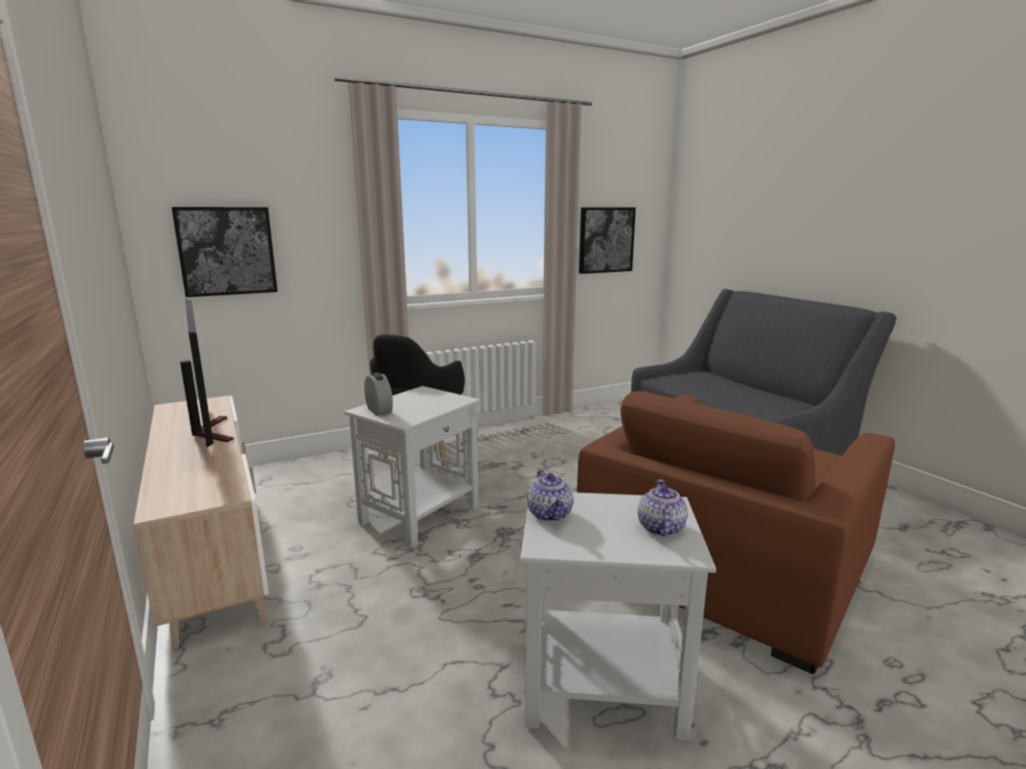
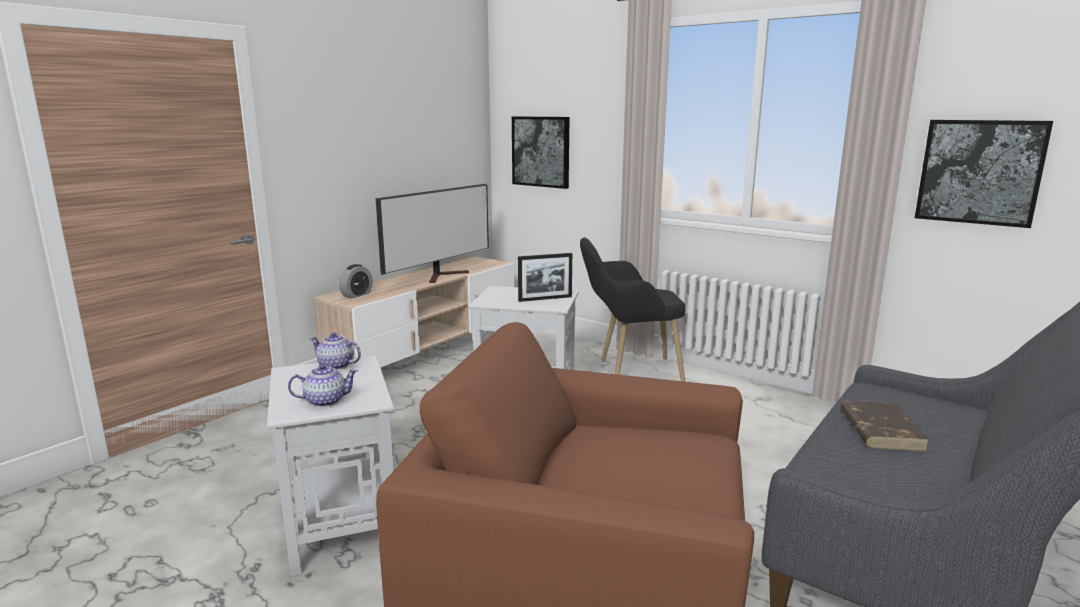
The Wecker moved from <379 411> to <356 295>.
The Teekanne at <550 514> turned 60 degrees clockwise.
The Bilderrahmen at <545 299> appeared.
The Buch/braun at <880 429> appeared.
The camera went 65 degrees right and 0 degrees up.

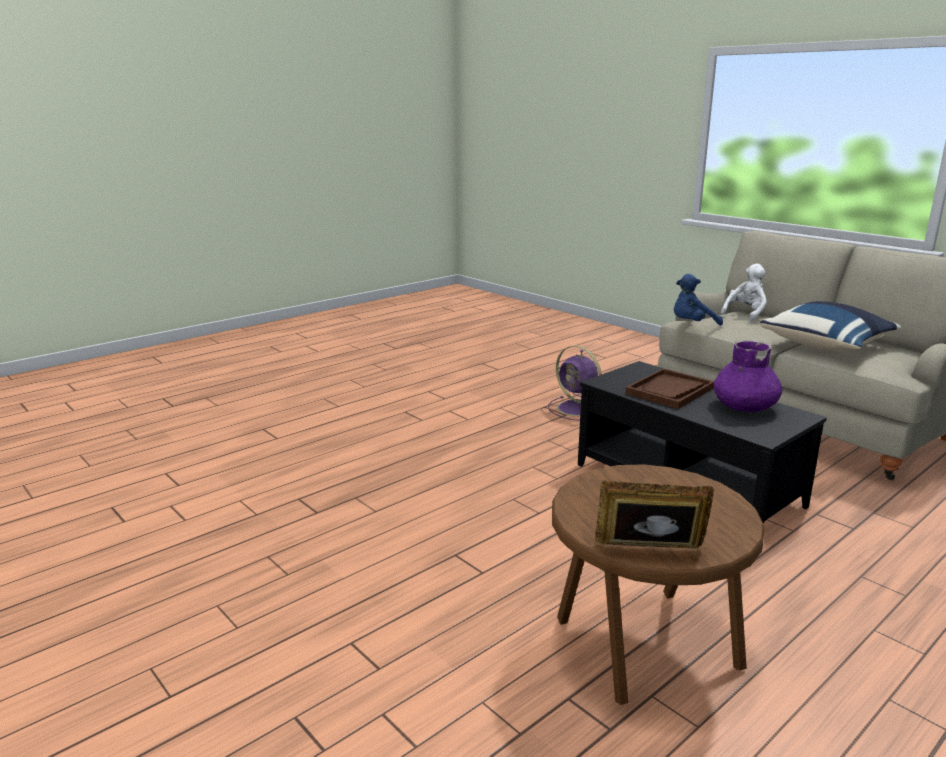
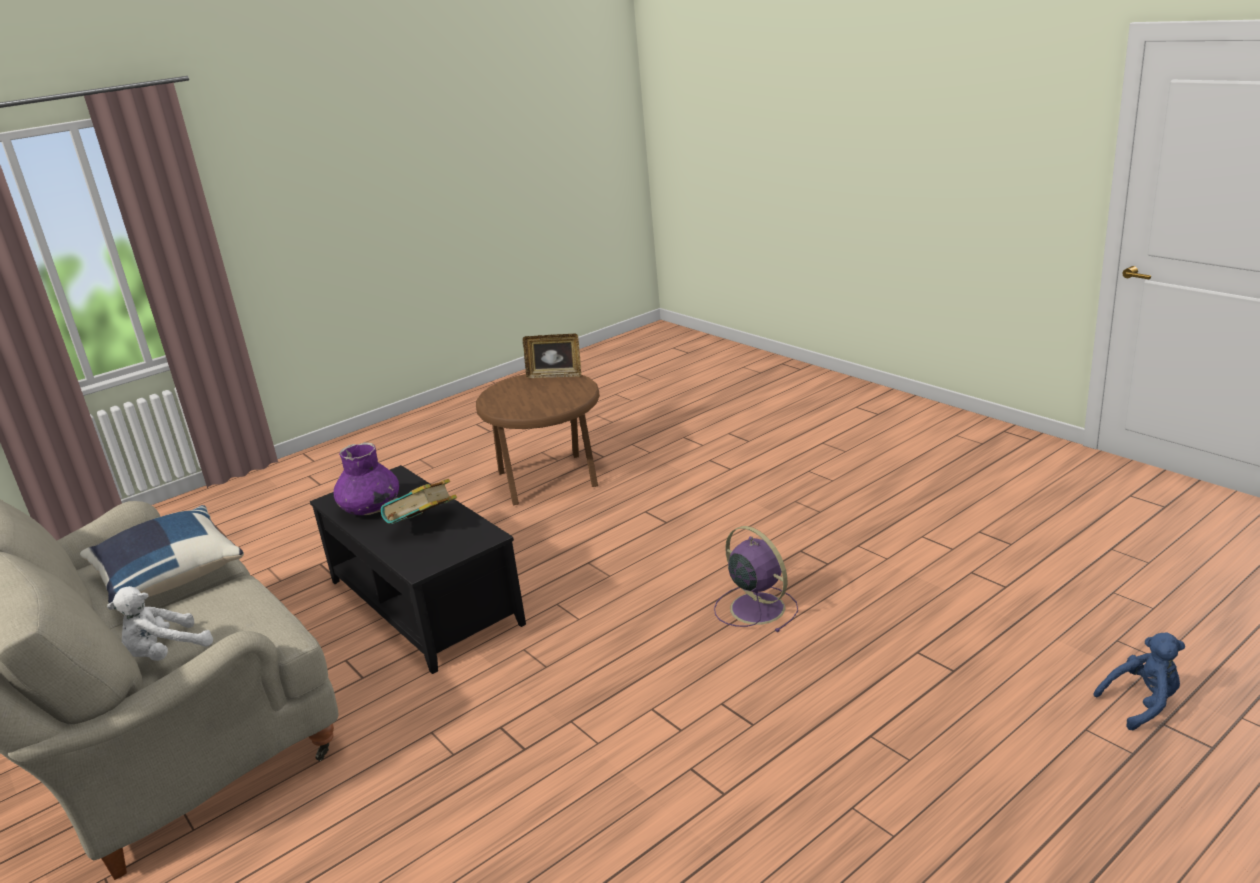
The Plüschtier/blau moved from <692 324> to <1142 704>.
The Ventilator/lila moved from <578 409> to <755 607>.
The Tablett/braun at <670 391> was replaced by the Buch at <423 526>.
The camera went 175 degrees left and 5 degrees up.

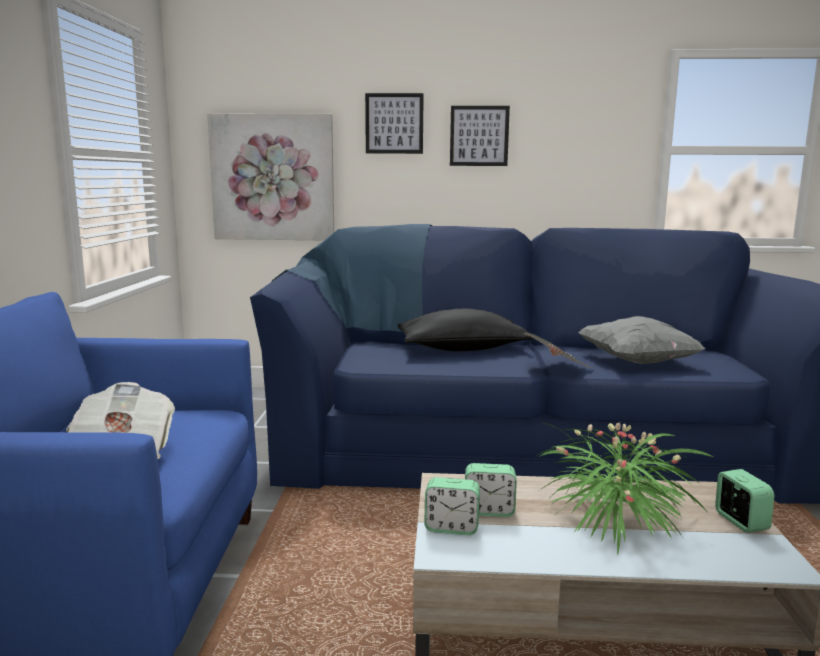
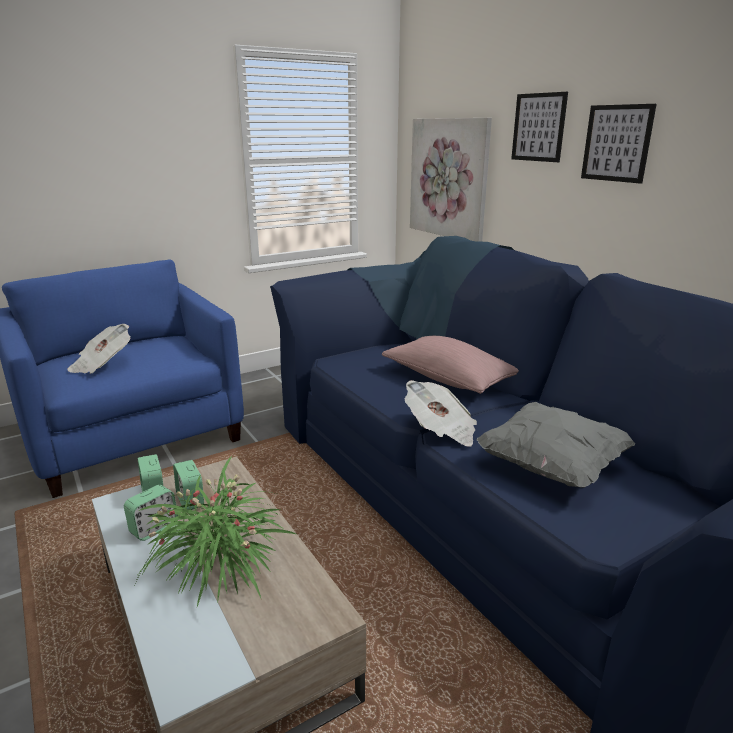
The Kissen/schwarz at <462 349> became the Kissen/rosa at <448 379>.
The Wecker moved from <740 522> to <154 528>.
The camera went 55 degrees right and 10 degrees up.

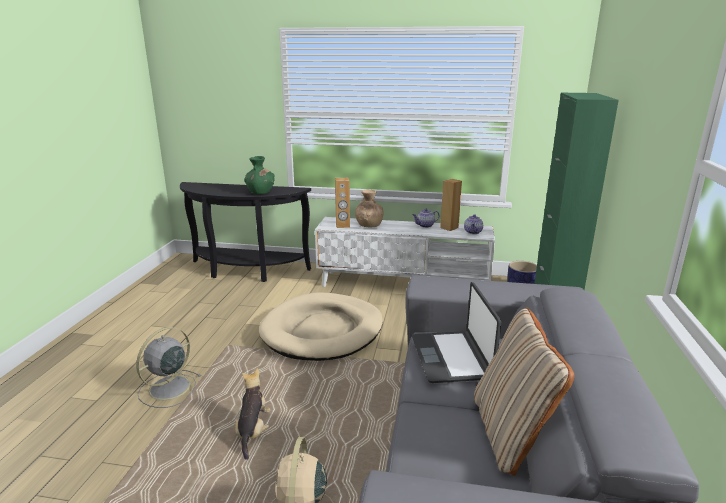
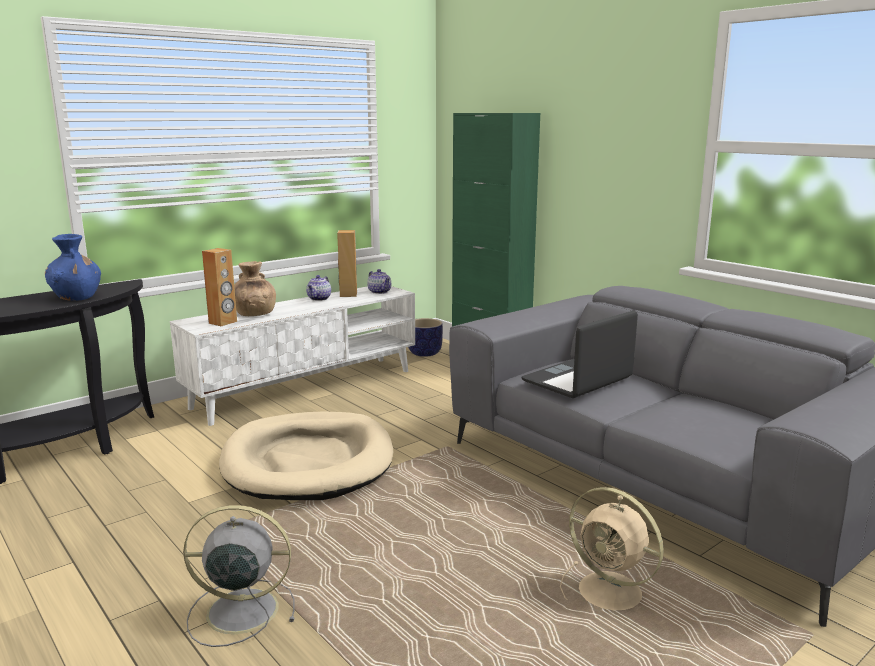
The Vase/grün at <260 192> became the Vase/blau at <77 297>.
The Laptop at <452 357> turned 105 degrees clockwise.
The Kissen/beige at <510 432> disappeared.
The Ventilator/grau at <168 389> turned 105 degrees clockwise.
The Plüschtier at <253 431> disappeared.
The camera went 50 degrees left and 5 degrees down.

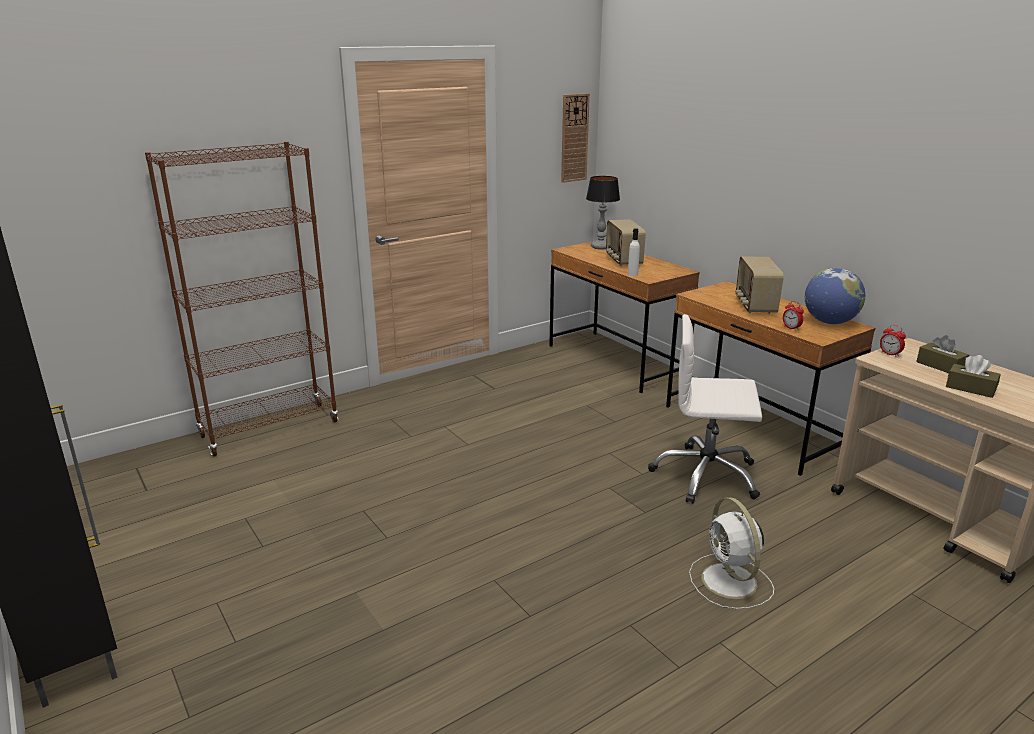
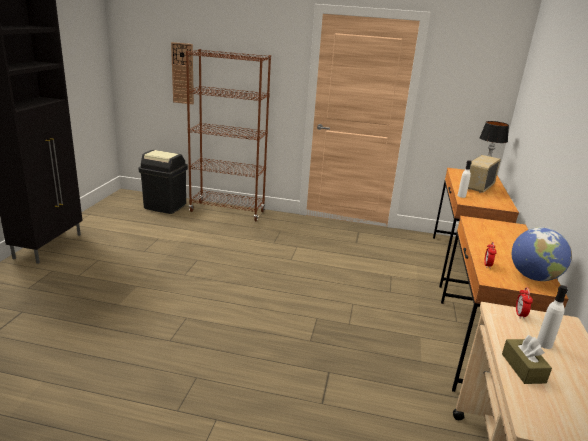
The Wanduhr moved from <574 138> to <183 73>.
The Radio at <754 306> disappeared.
The Bürostuhl/weiß at <705 476> disappeared.
The Taschentuchbox/braun at <940 366> was replaced by the Flasche/weiß at <544 344>.
The Ventilator/weiß at <730 582> disappeared.
The Mülleimer/schwarz at <165 206> appeared.
The camera went 45 degrees right and 0 degrees up.

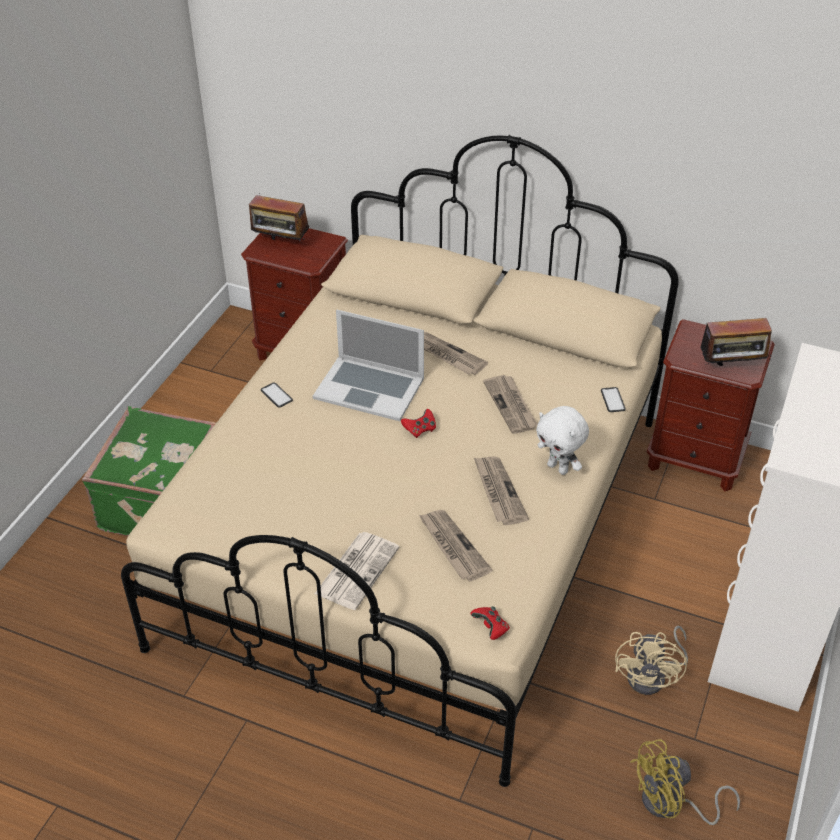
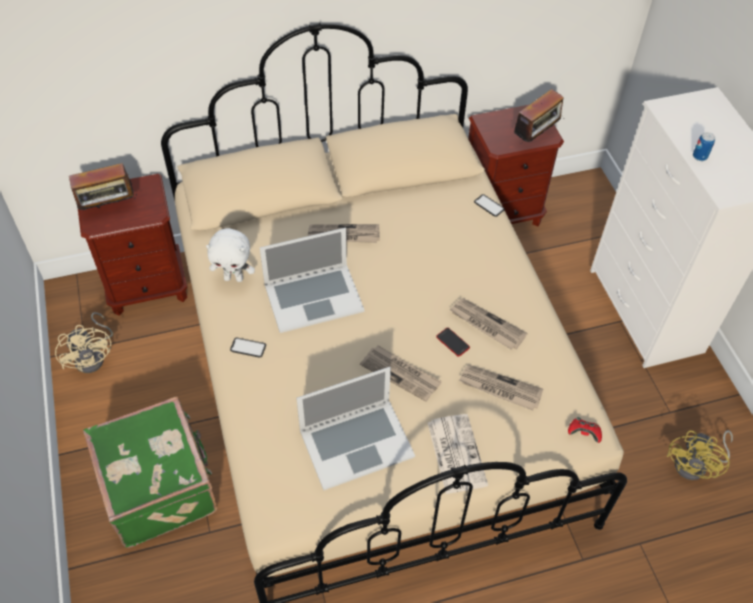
The Zeitung moved from <511 406> to <401 374>.
The Plüschtier/weiß moved from <558 468> to <234 278>.
The Gamepad/rot at <420 430> disappeared.
The Ventilator/beige moved from <652 676> to <93 356>.
The Dose at <699 156> appeared.
The Handy at <452 342> appeared.
The Laptop at <356 443> appeared.
The camera went 40 degrees left and 10 degrees up.

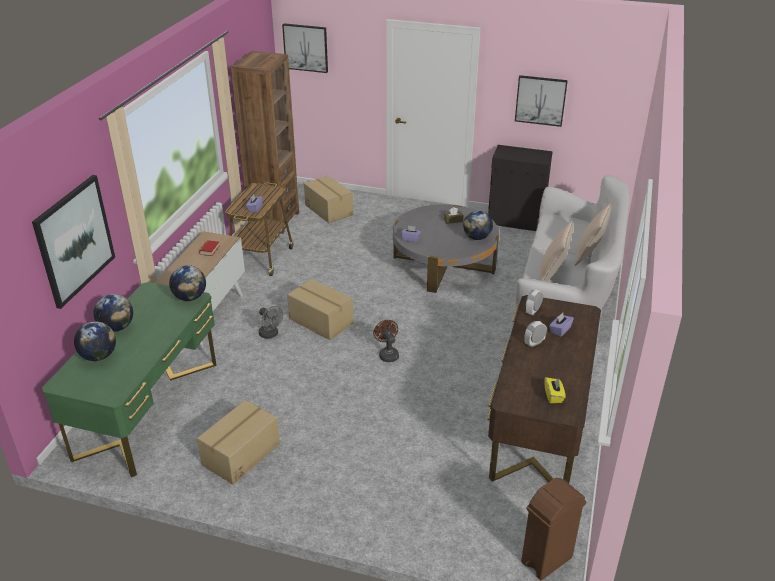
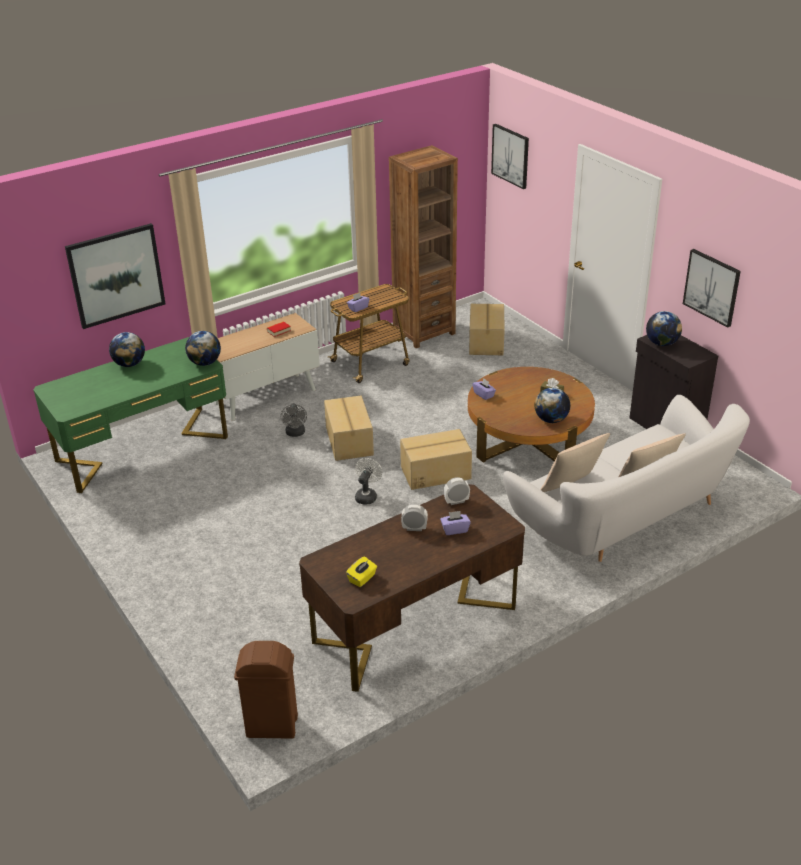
The Couchtisch/grau at <444 263> became the Couchtisch/braun at <528 438>.
The Ventilator/braun at <387 354> became the Ventilator/weiß at <367 496>.
The Globus moved from <99 356> to <661 343>.
The Karton moved from <240 454> to <435 472>.
The camera went 40 degrees right and 0 degrees up.

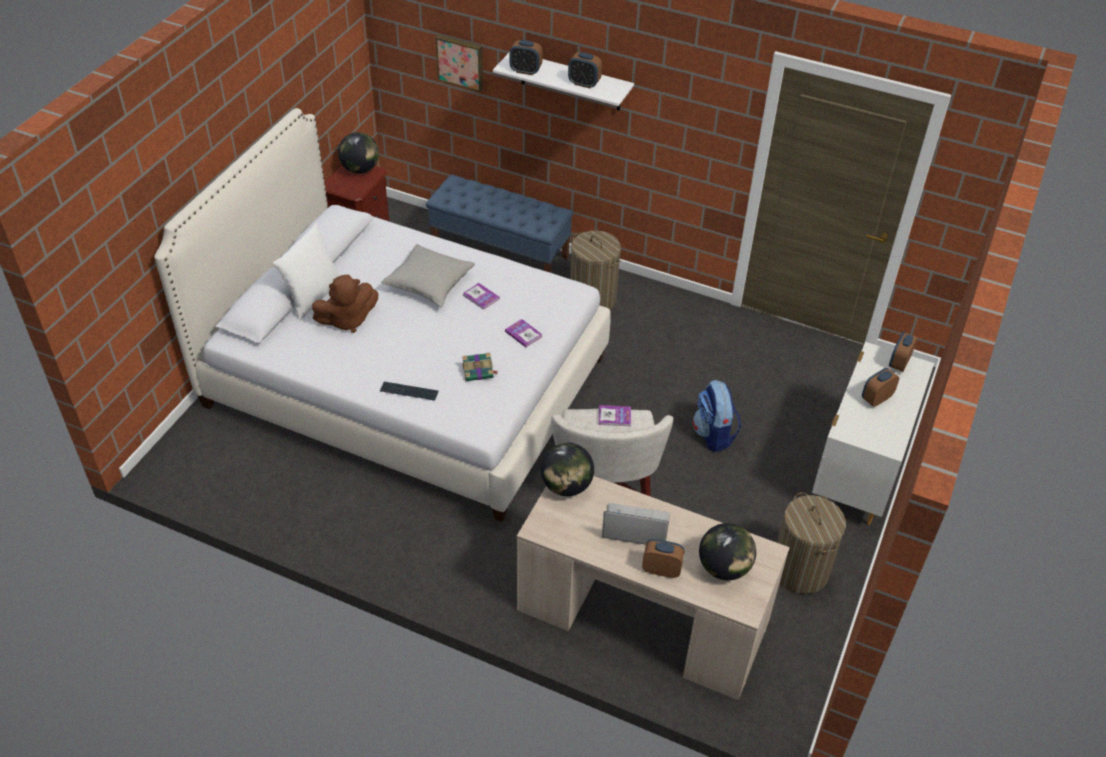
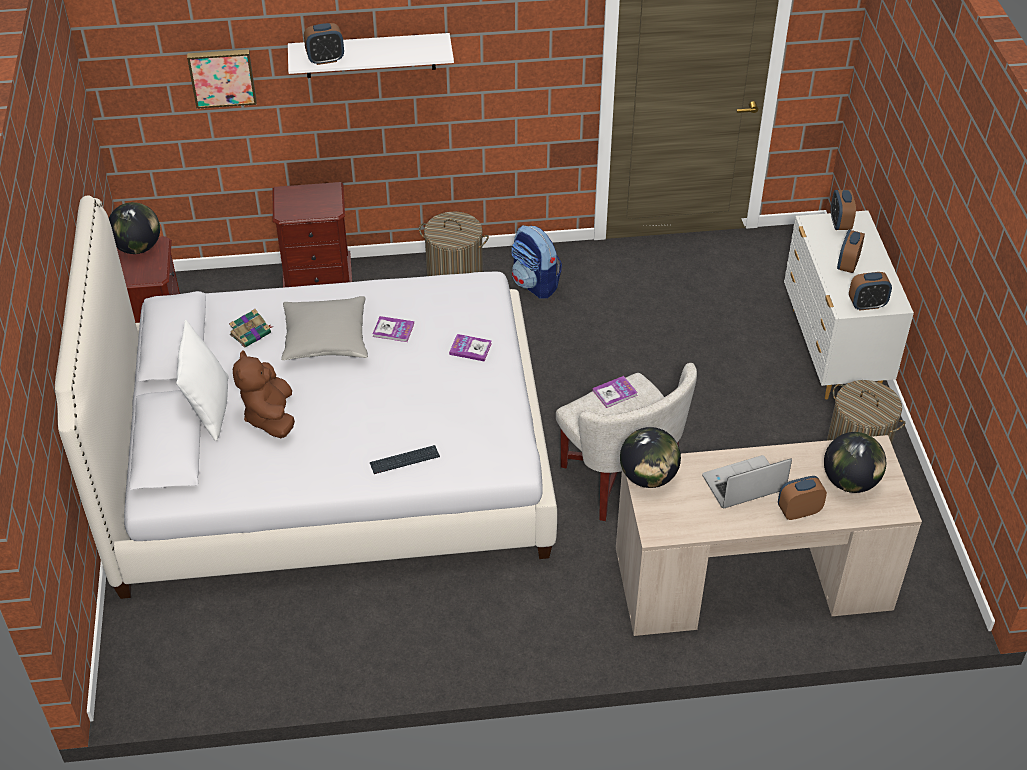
The Wecker moved from <584 83> to <867 305>.
The Bank/blau at <500 253> was replaced by the Nachttisch/braun at <319 284>.
The Plüschtier/braun at <347 320> turned 135 degrees clockwise.
The Buch moved from <479 371> to <251 333>.
The Rucksack moved from <714 435> to <535 284>.
The camera went 30 degrees left and 0 degrees up.

